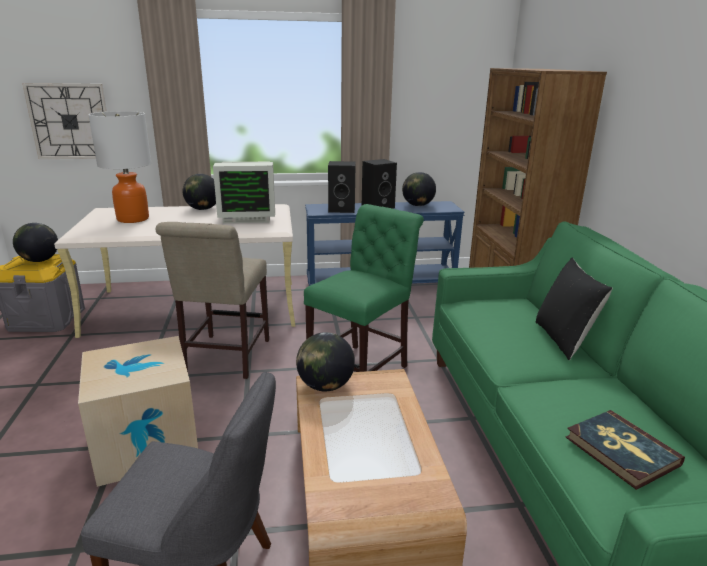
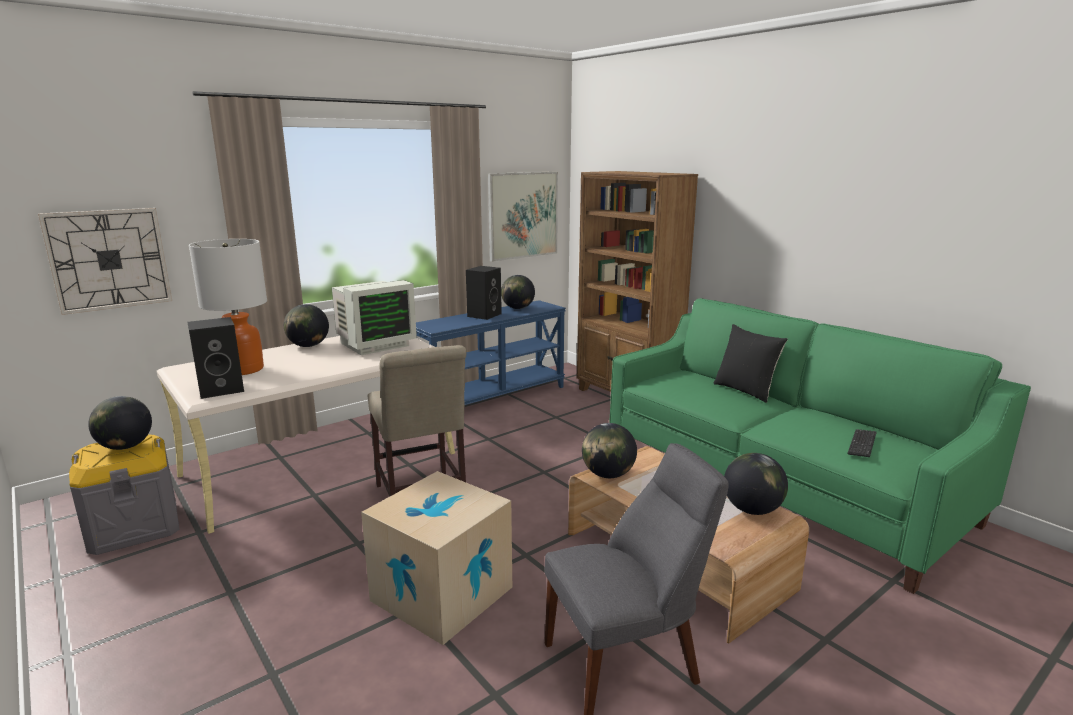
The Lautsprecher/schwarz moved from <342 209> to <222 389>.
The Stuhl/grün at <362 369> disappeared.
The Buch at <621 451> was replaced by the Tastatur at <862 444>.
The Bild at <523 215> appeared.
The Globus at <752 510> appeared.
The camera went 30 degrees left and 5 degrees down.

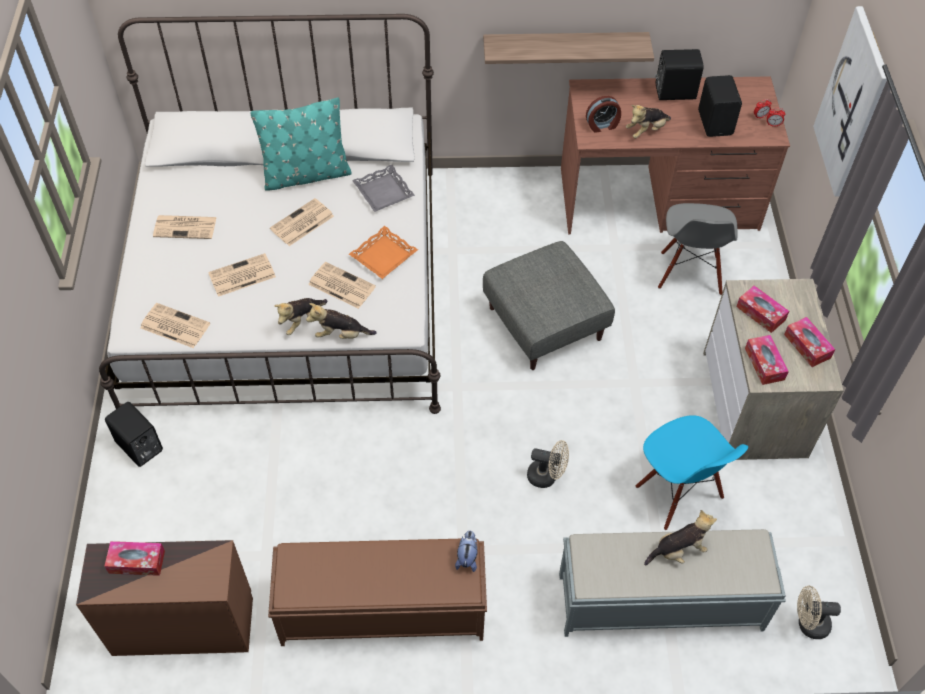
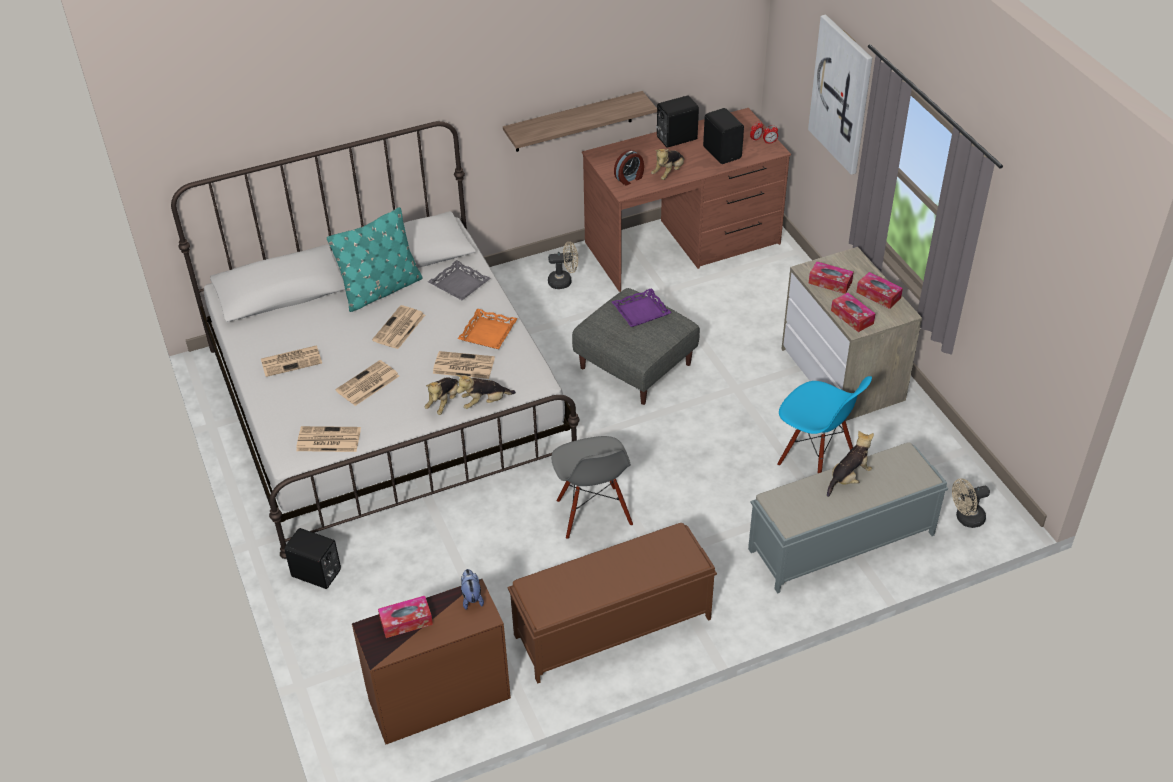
The Stuhl/grau moved from <689 273> to <593 513>.
The Ventilator/beige moved from <547 476> to <564 281>.
The Plüschtier moved from <467 557> to <471 597>.
The Tablett/lila at <641 311> appeared.
The camera went 20 degrees left and 10 degrees down.

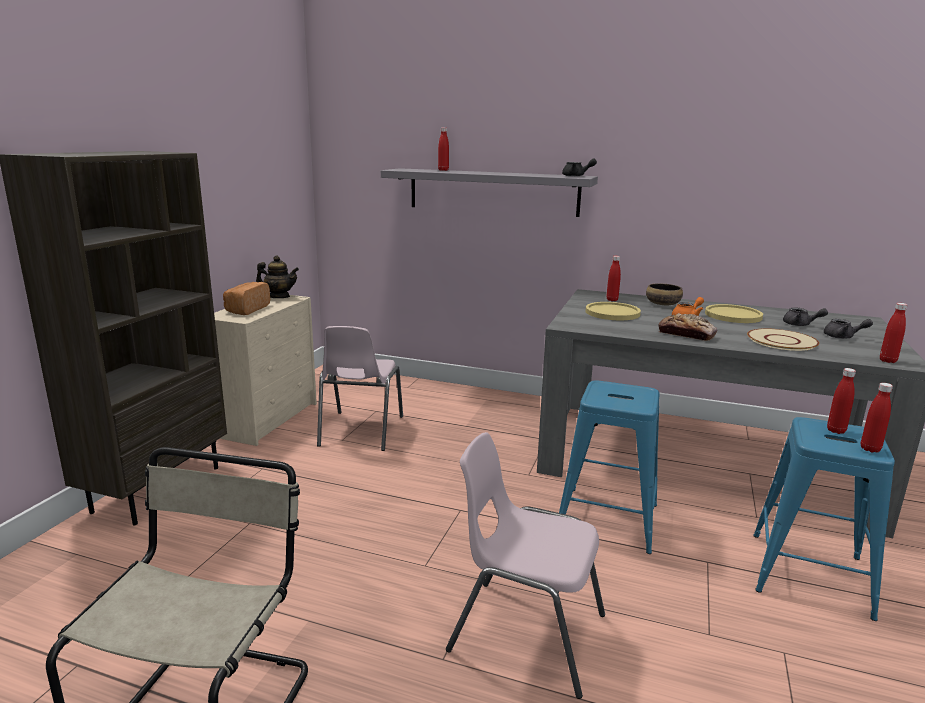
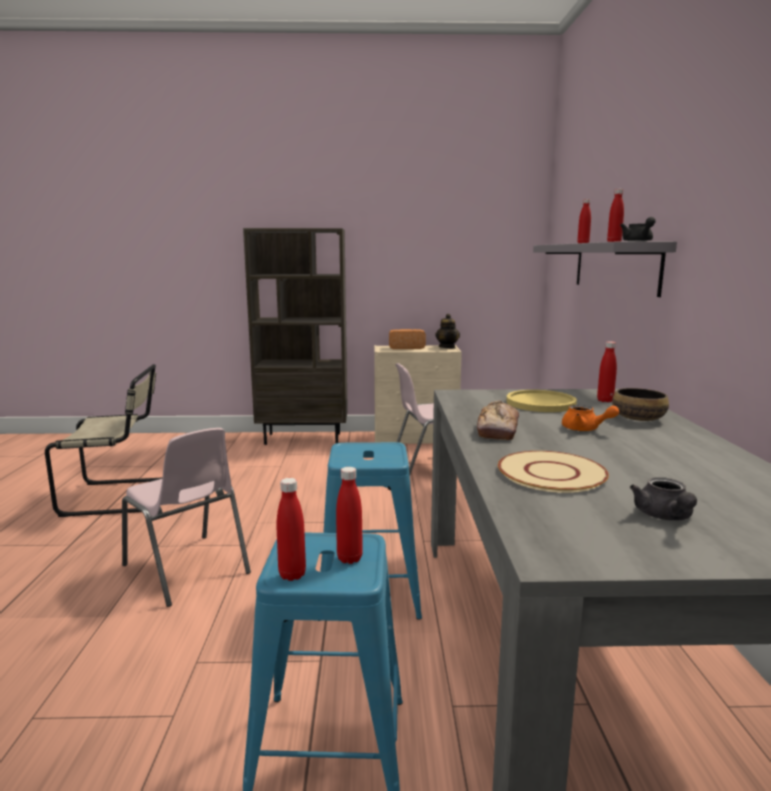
The Flasche/rot moved from <887 361> to <614 242>.
The Teller/gelb at <733 315> disappeared.
The Teekanne/grau at <800 325> disappeared.
The Stuhl/rosa at <525 632> turned 135 degrees clockwise.
The camera went 70 degrees right and 5 degrees down.

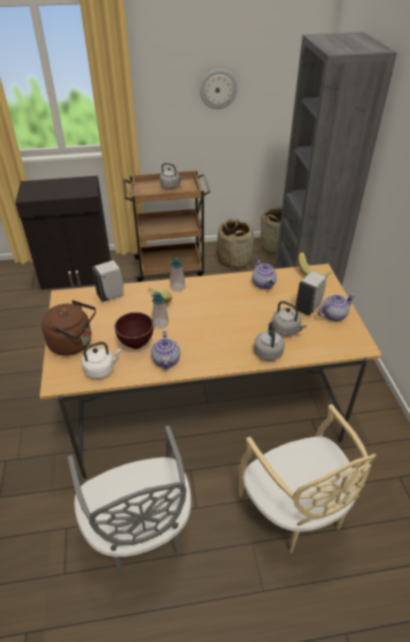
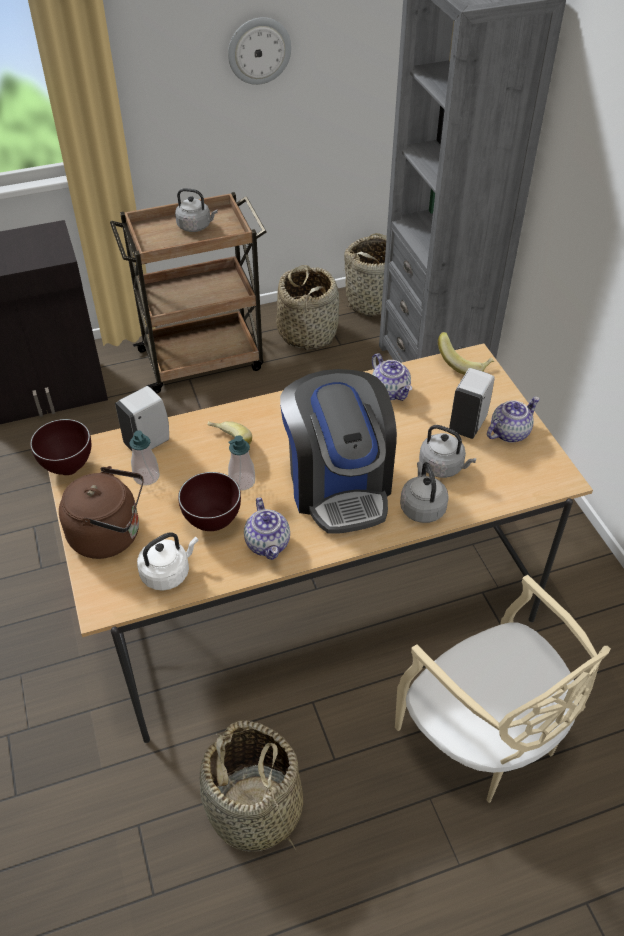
The Seifenspender moved from <177 287> to <146 477>.
The Stuhl/grau at <139 531> was replaced by the Korb at <255 809>.
The Kaffeemaschine at <338 484> appeared.
The Schüssel/braun at <69 467> appeared.
The camera went 10 degrees left and 5 degrees up.

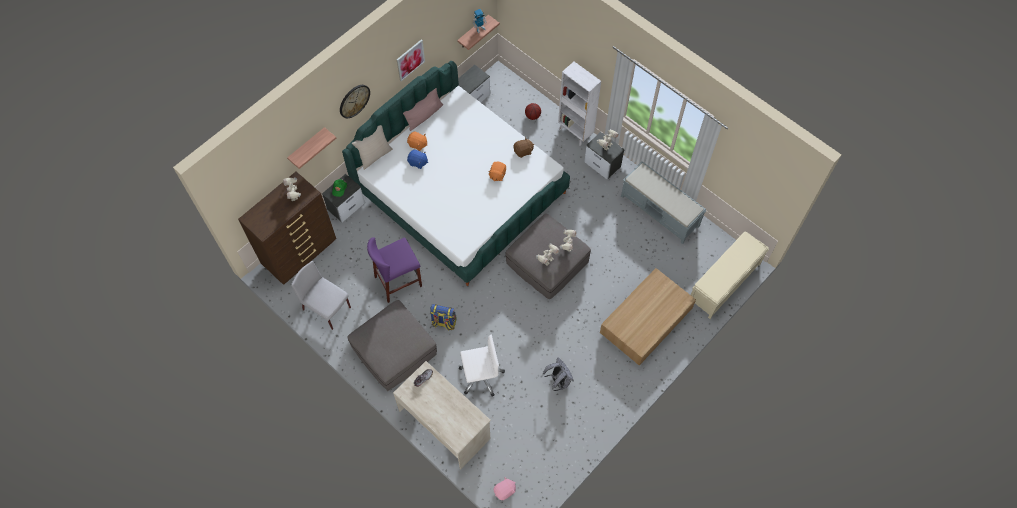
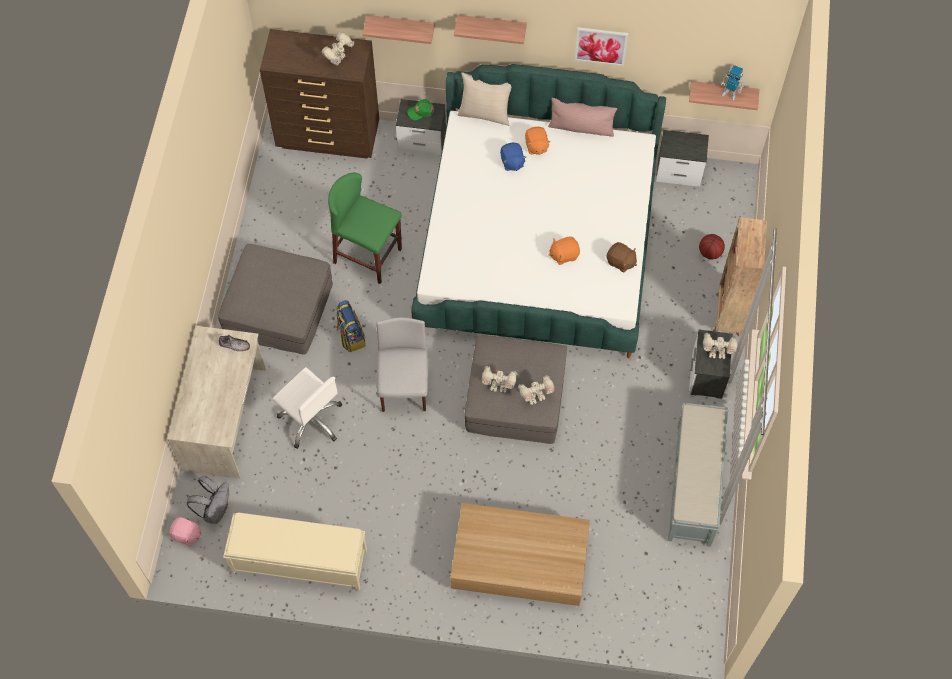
The Bücherregal/weiß at <575 132> became the Bücherregal/braun at <727 315>.
The Wanduhr at <354 101> was replaced by the Wandregal at <491 27>.
The Bank/beige moved from <724 283> to <298 561>.
The Hocker/lila at <398 281> became the Hocker/grün at <368 256>.
The Stuhl/grau moved from <327 309> to <404 387>.
The Rucksack/grau moved from <558 381> to <215 510>.
The camera went 55 degrees right and 0 degrees up.

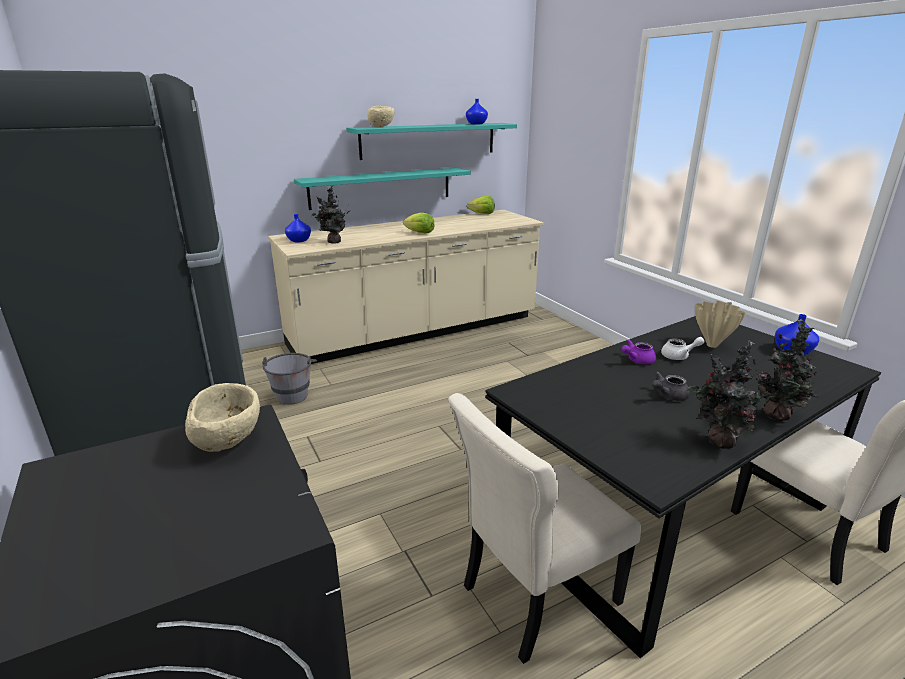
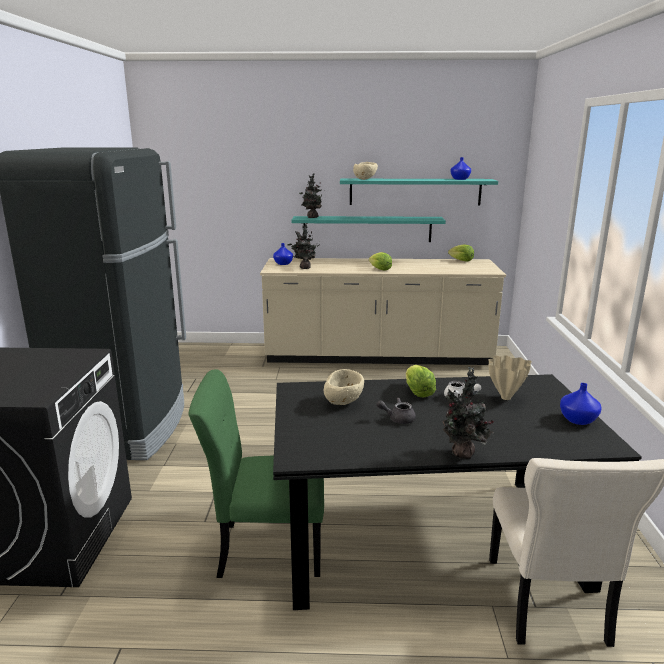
The Teekanne/lila at <637 360> was replaced by the Salatkopf at <418 392>.
The Topfpflanze moved from <718 442> to <311 217>.
The Eimer/grau at <293 393> disappeared.
The Schüssel/beige moved from <229 443> to <343 403>.
The Stuhl/beige at <535 596> became the Stuhl/grün at <266 548>.
The camera went 30 degrees right and 5 degrees down.

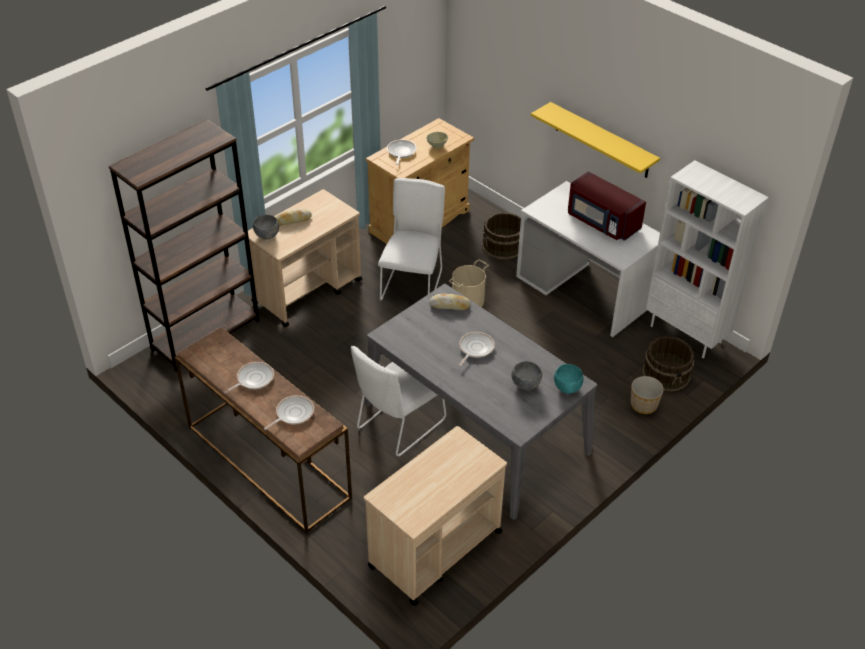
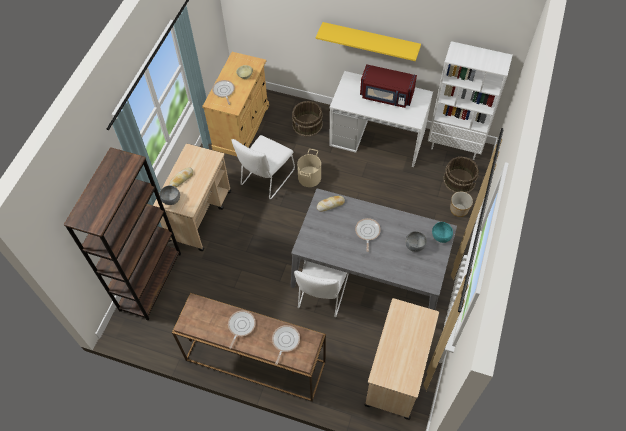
The Stuhl/weiß at <412 283> turned 135 degrees counterclockwise.
The camera went 25 degrees left and 15 degrees up.

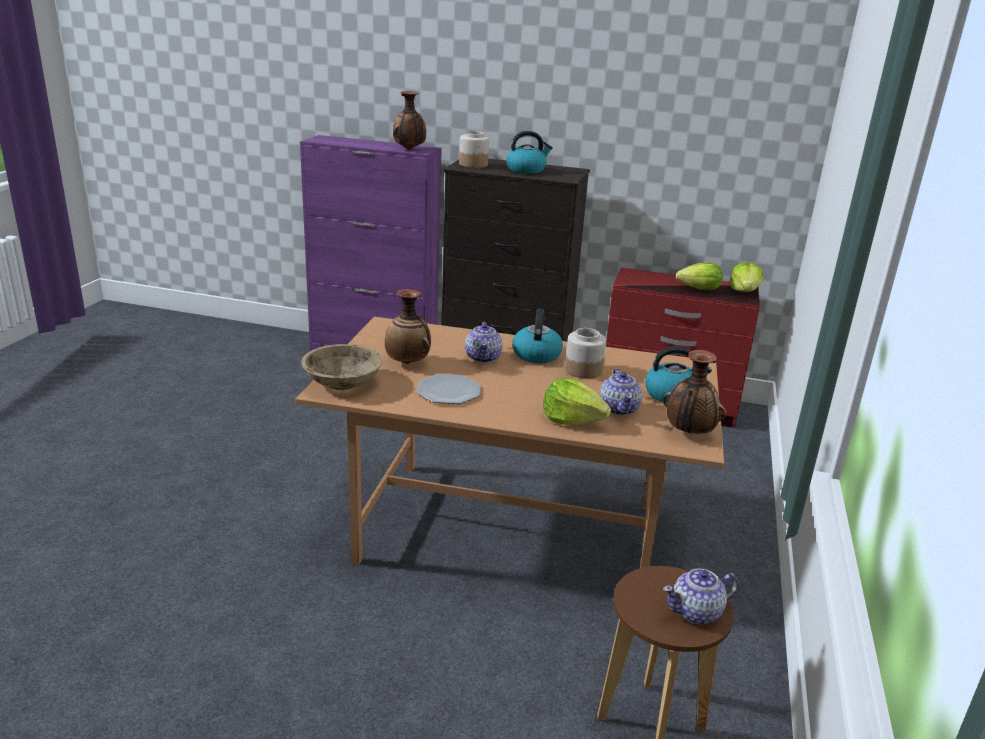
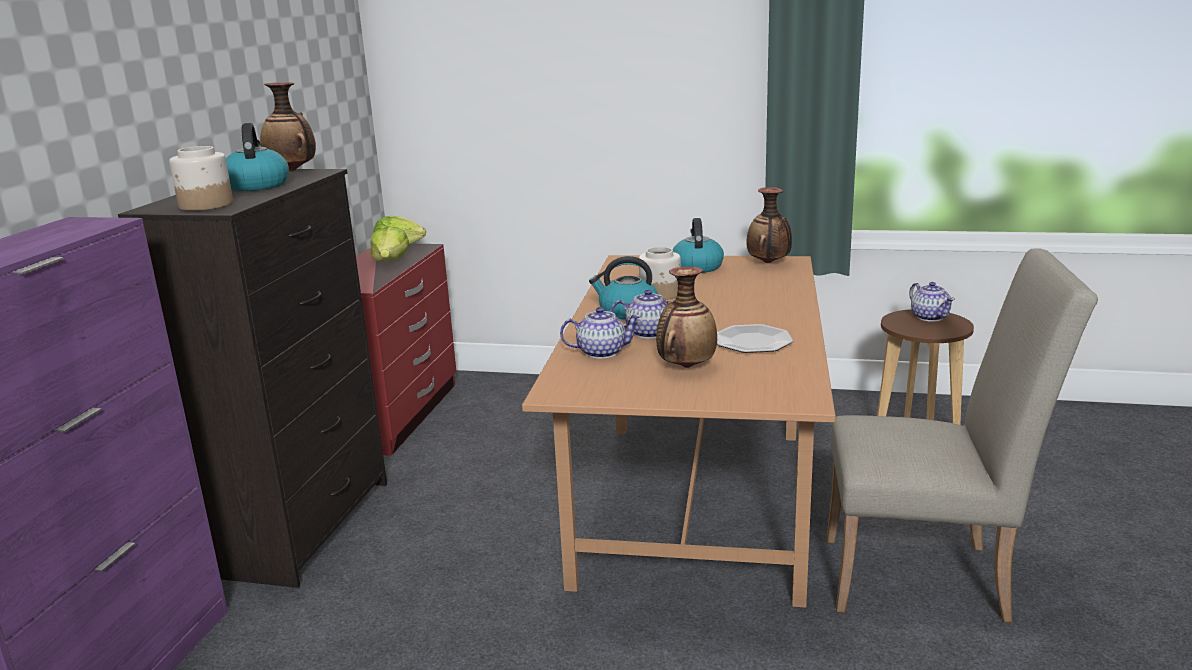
The Vase moved from <409 149> to <292 171>.
The Schüssel/beige at <342 383> disappeared.
The Teekanne moved from <619 409> to <601 352>.
The Salatkopf at <572 419> disappeared.
The Stuhl/beige at <930 579> appeared.
The camera went 90 degrees left and 5 degrees down.

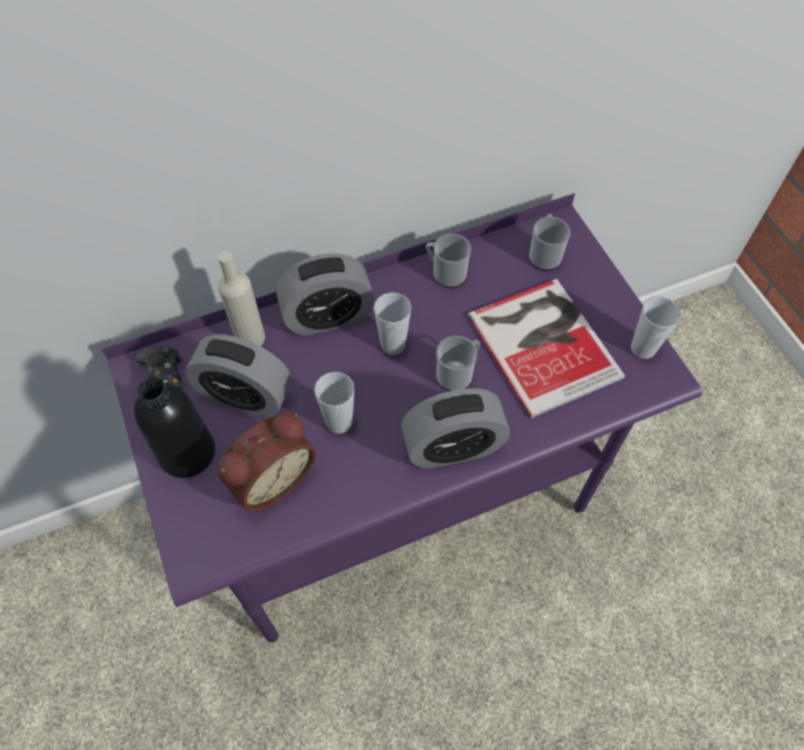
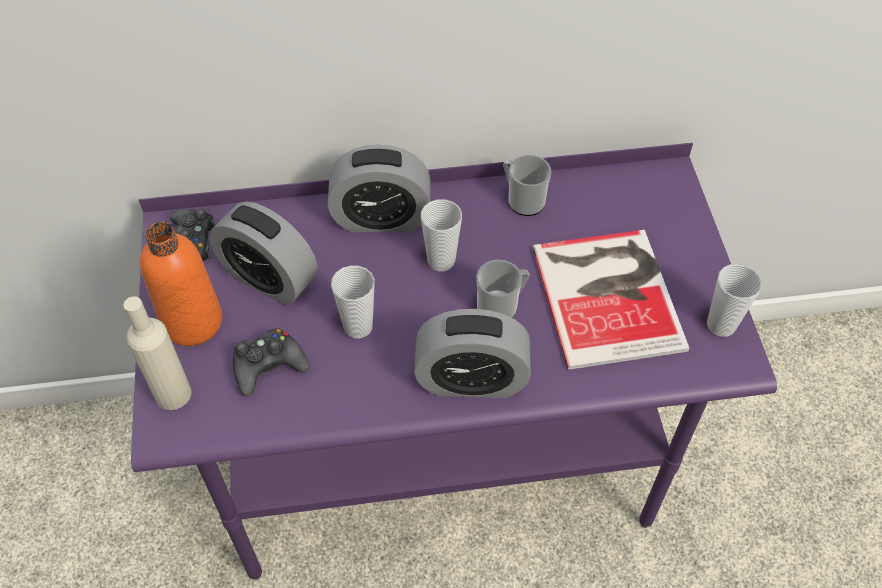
The Henkelbecher at <544 255> disappeared.
The Flasche/beige moved from <250 338> to <173 394>.
The Flasche/schwarz at <187 453> became the Flasche/orange at <192 321>.
The Wecker at <270 477> was replaced by the Gamepad/schwarz at <268 366>.
The camera went 15 degrees right and 5 degrees down.

